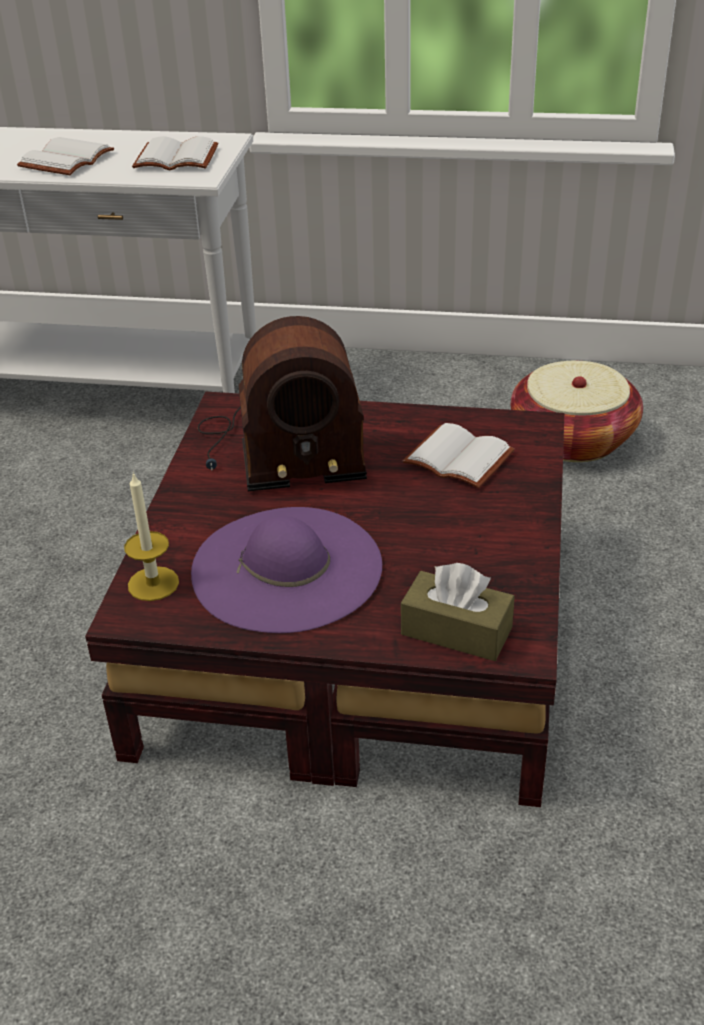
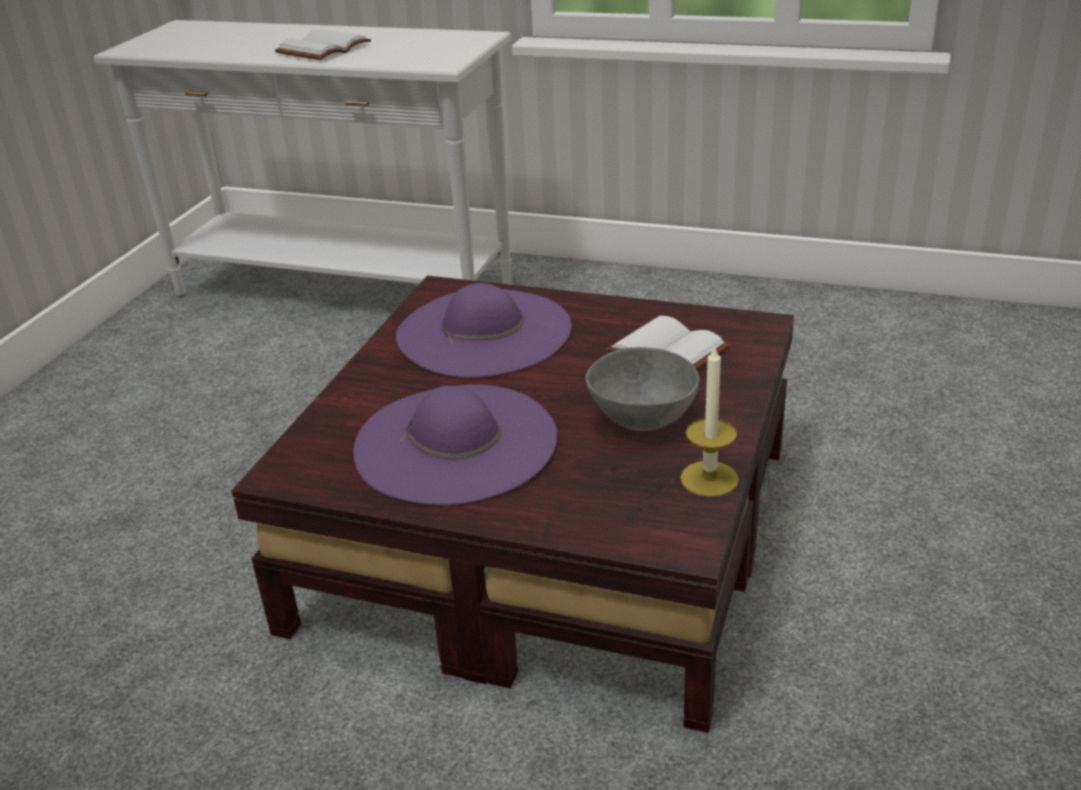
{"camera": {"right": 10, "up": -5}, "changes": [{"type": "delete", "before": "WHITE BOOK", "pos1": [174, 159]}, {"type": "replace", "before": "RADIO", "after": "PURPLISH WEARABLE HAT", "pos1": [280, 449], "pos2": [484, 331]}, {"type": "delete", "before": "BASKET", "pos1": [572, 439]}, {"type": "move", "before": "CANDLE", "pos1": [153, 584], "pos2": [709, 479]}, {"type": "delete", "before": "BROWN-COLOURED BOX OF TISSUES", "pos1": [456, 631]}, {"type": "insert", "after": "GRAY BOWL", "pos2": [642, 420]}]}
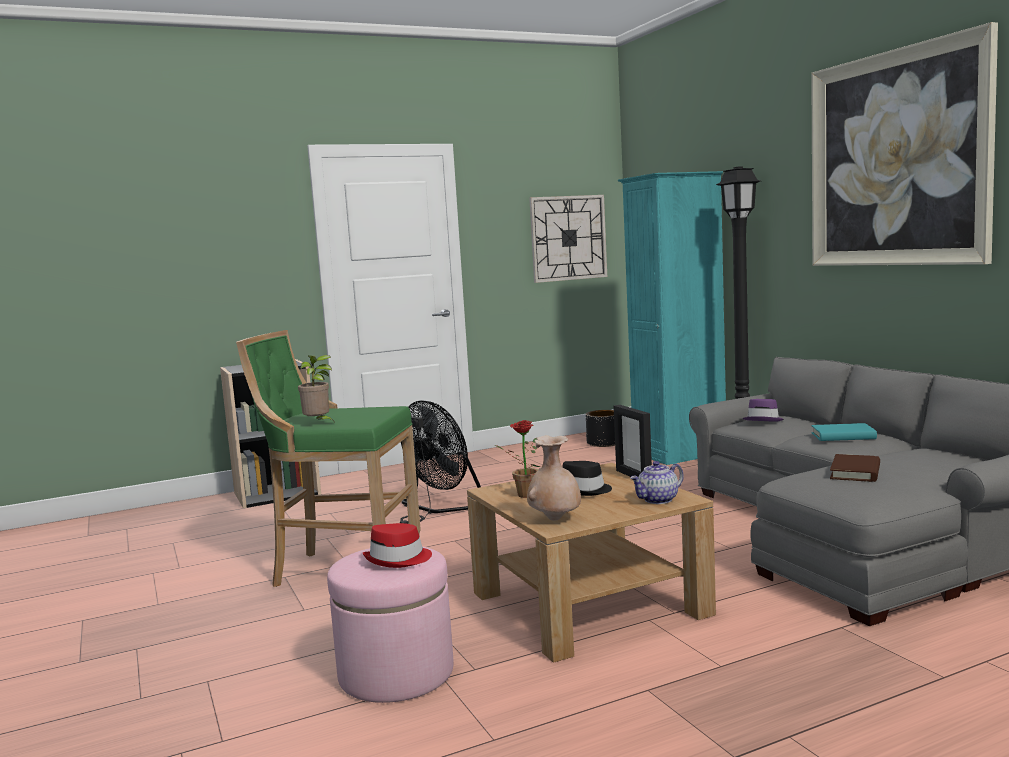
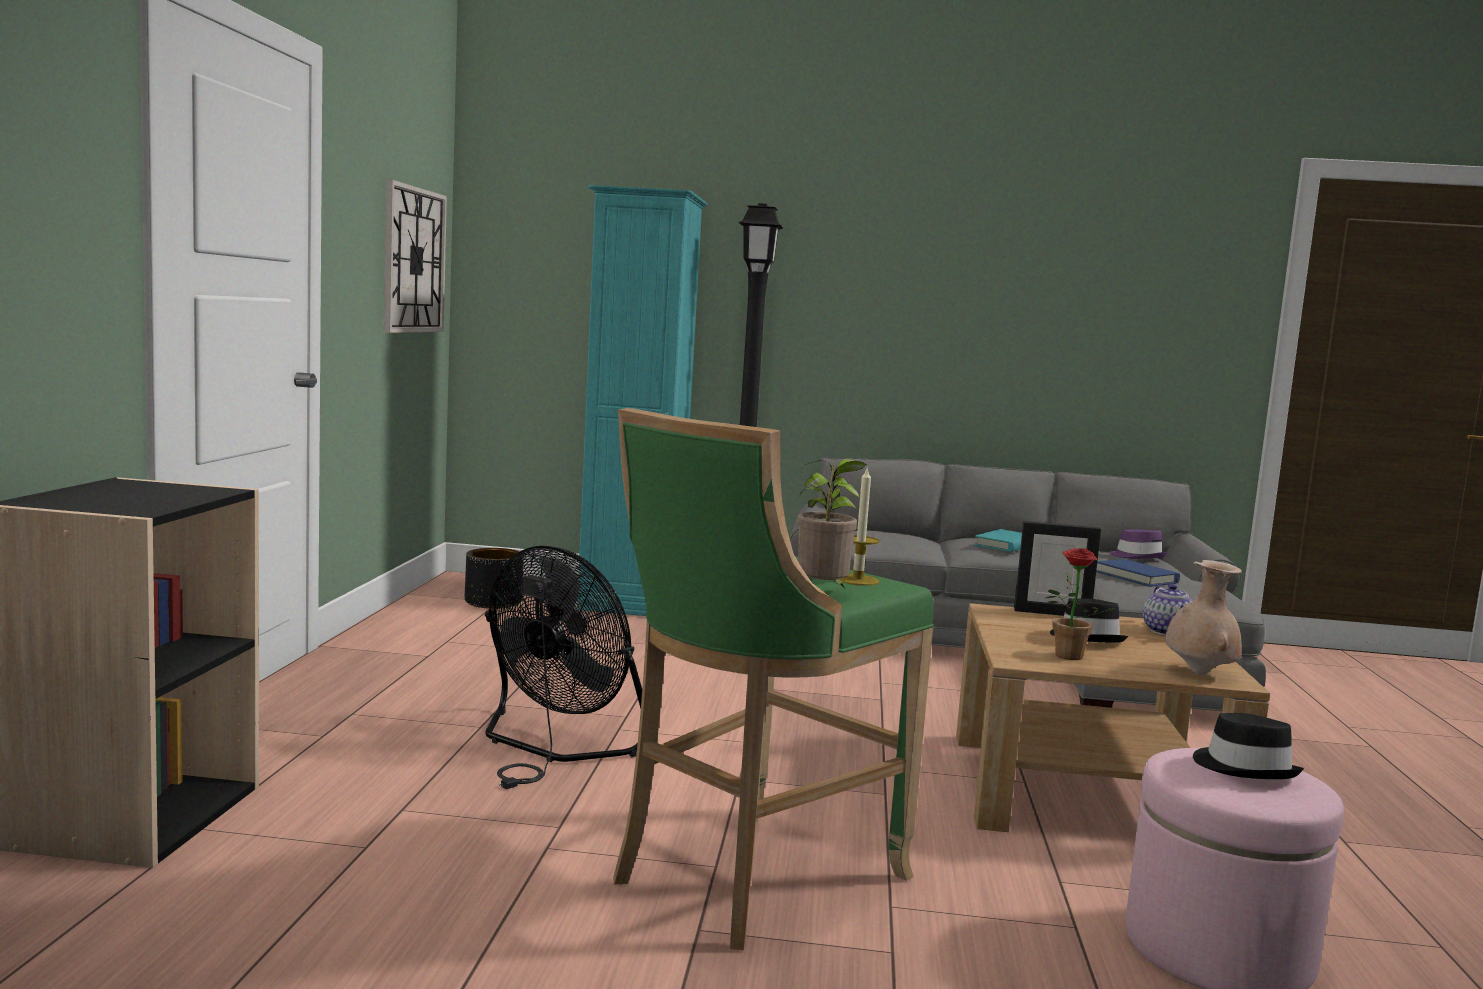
{"camera": {"right": -60, "up": 0}, "changes": [{"type": "delete", "before": "WALL PICTURE", "pos1": [896, 159]}, {"type": "move", "before": "PURPLISH WEARABLE HAT", "pos1": [763, 420], "pos2": [1137, 557]}, {"type": "rotate", "before": "BLACKISH COOLING FAN", "pos1": [431, 506], "pos2": [546, 745], "turn": 45}, {"type": "recolor", "before": "BROWN-COLOURED BOOK", "after": "BLUE-COLOURED BOOK", "pos1": [855, 472], "pos2": [1136, 577]}, {"type": "recolor", "before": "REDDISH WEARABLE HAT", "after": "BLACKISH WEARABLE HAT", "pos1": [399, 559], "pos2": [1245, 768]}, {"type": "insert", "after": "CANDLE", "pos2": [857, 580]}]}
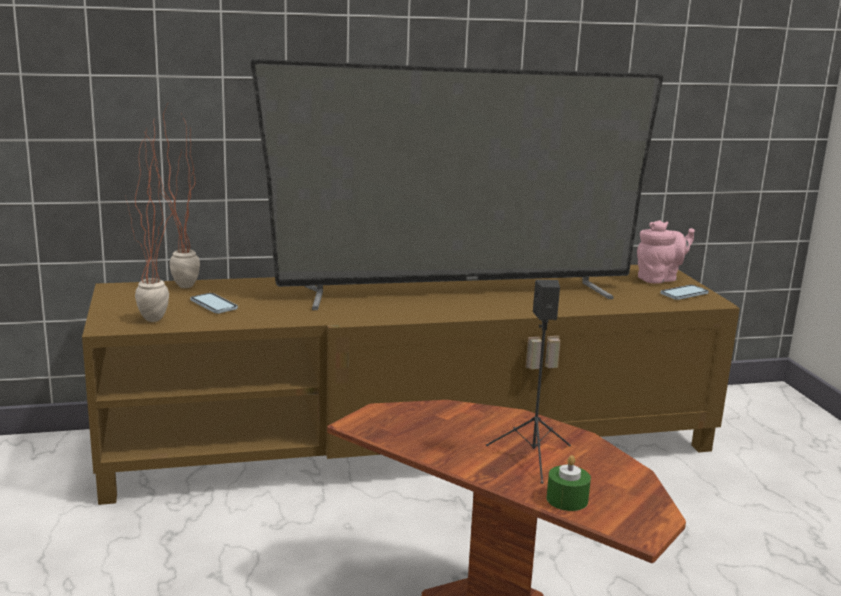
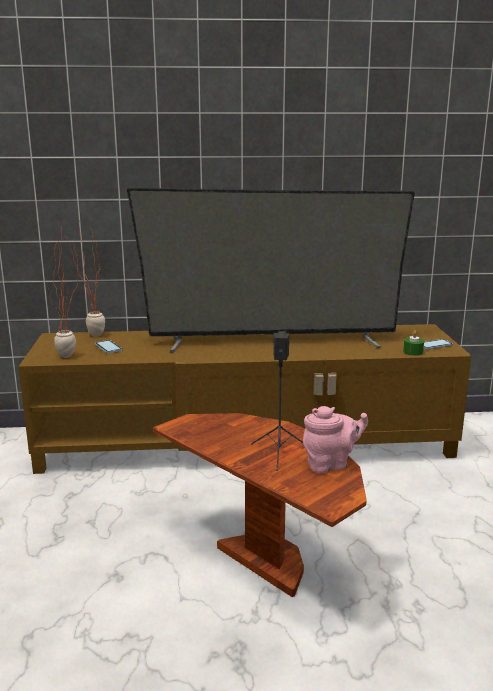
{"camera": {"right": 10, "up": 0}, "changes": [{"type": "move", "before": "PINKISH TEA POT", "pos1": [659, 279], "pos2": [330, 464]}, {"type": "move", "before": "GREENISH CANDLE", "pos1": [567, 499], "pos2": [413, 352]}]}
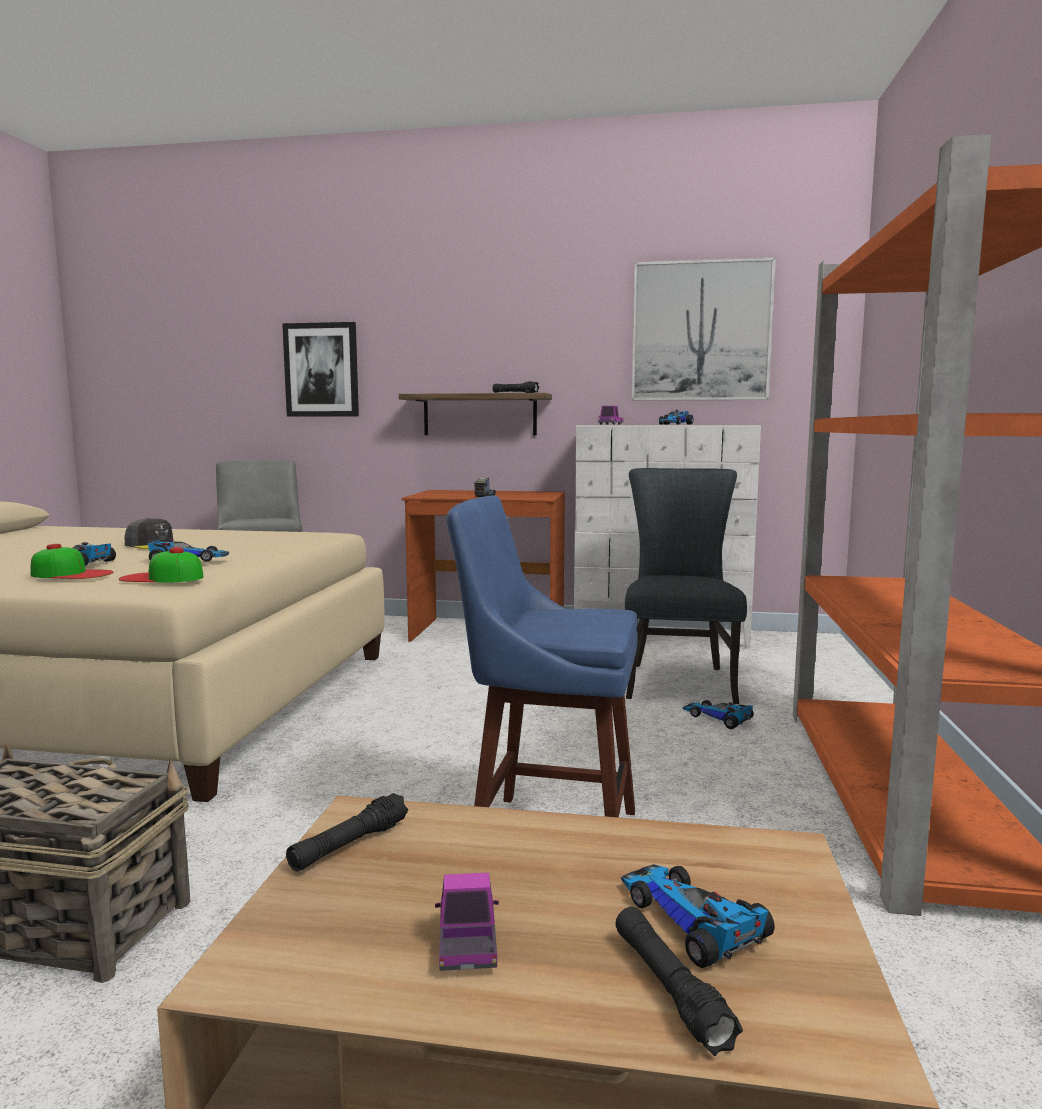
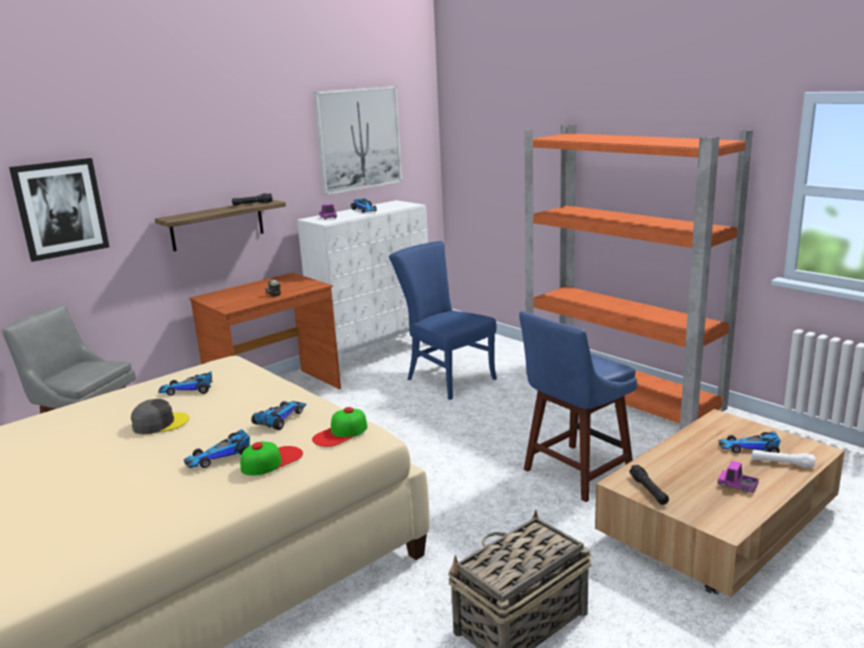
{"camera": {"right": -50, "up": 10}, "changes": [{"type": "recolor", "before": "GRAY PLAIN CHAIR", "after": "BLUE-COLOURED PLAIN CHAIR", "pos1": [678, 680], "pos2": [446, 378]}, {"type": "move", "before": "TOY CAR", "pos1": [718, 718], "pos2": [188, 390]}, {"type": "recolor", "before": "BLACKISH FLASHLIGHT", "after": "WHITE FLASHLIGHT", "pos1": [670, 990], "pos2": [782, 463]}]}
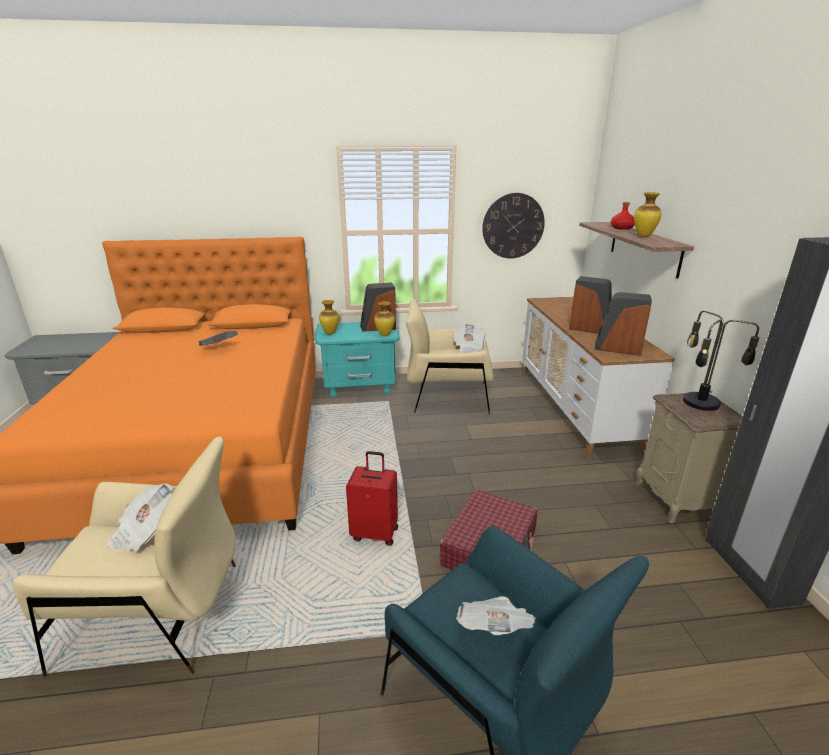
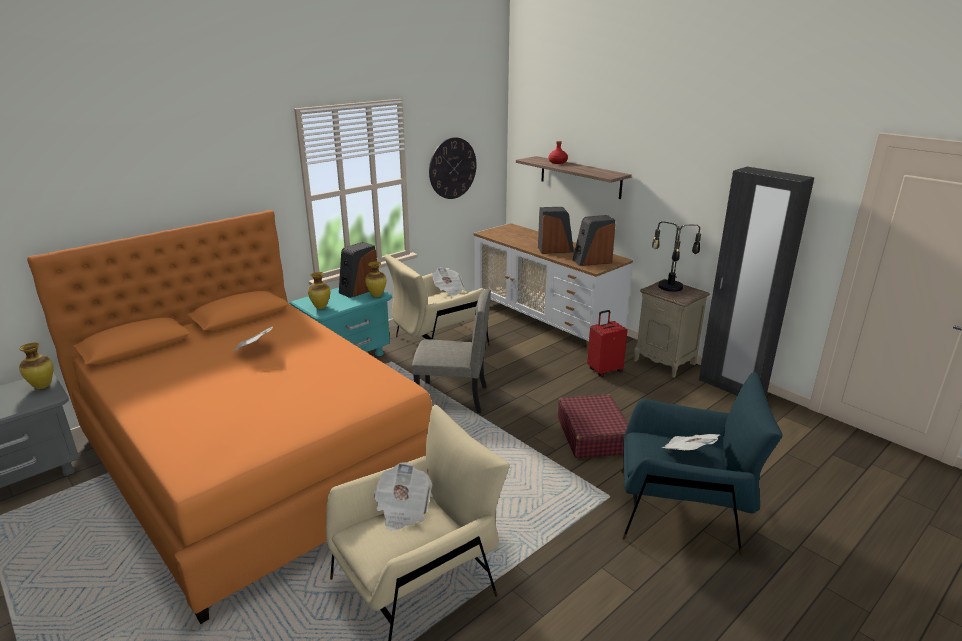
{"camera": {"right": -35, "up": 0}, "changes": [{"type": "move", "before": "DECORATIVE VASE", "pos1": [644, 236], "pos2": [43, 386]}, {"type": "move", "before": "REDDISH SUITCASE", "pos1": [375, 533], "pos2": [604, 370]}, {"type": "insert", "after": "SAND-COLOURED PLAIN CHAIR", "pos2": [452, 397]}]}
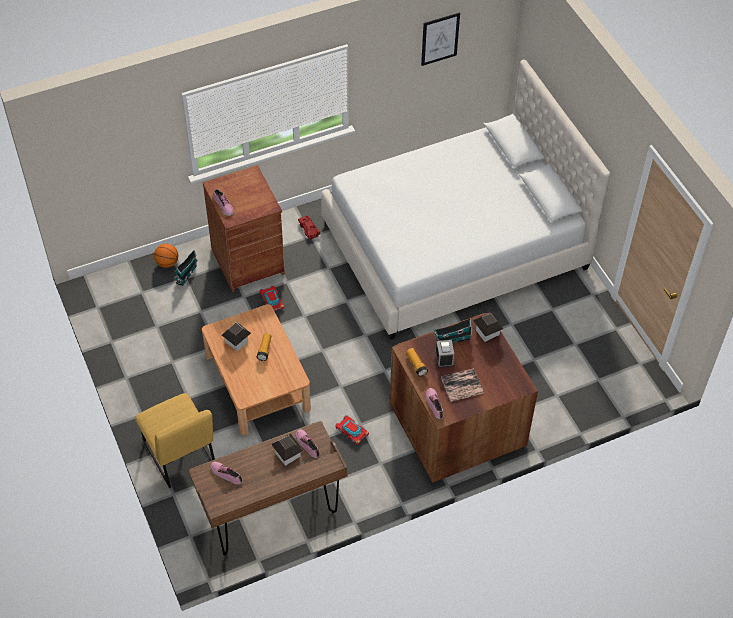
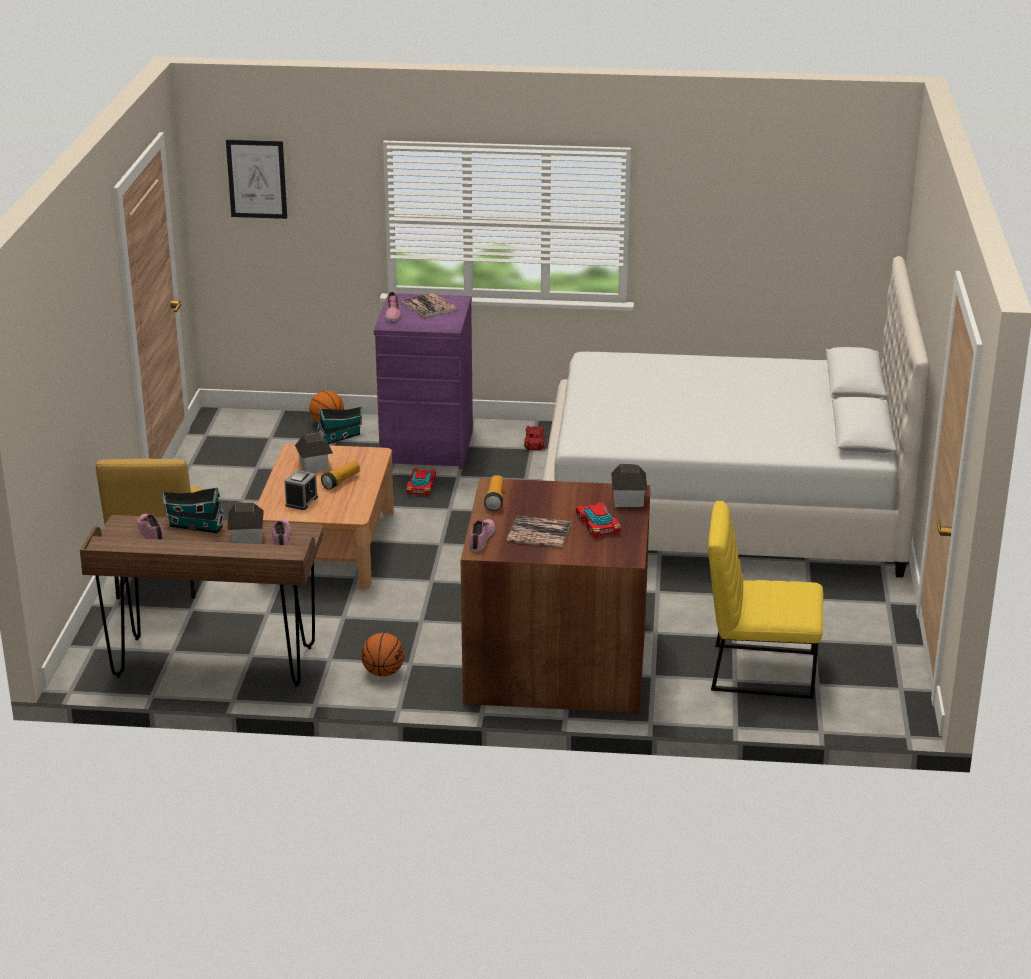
{"camera": {"right": 30, "up": -25}, "changes": [{"type": "move", "before": "WALL PICTURE", "pos1": [440, 39], "pos2": [257, 179]}, {"type": "recolor", "before": "BROWN-COLOURED DRESSER", "after": "PURPLISH DRESSER", "pos1": [248, 262], "pos2": [428, 448]}, {"type": "move", "before": "MODEL HOUSE", "pos1": [452, 339], "pos2": [194, 526]}, {"type": "move", "before": "BEDSIDE CLOCK", "pos1": [444, 358], "pos2": [301, 501]}, {"type": "move", "before": "TOY CAR", "pos1": [352, 431], "pos2": [598, 524]}, {"type": "insert", "after": "BOOK", "pos2": [429, 306]}, {"type": "insert", "after": "YELLOWISH PLAIN CHAIR", "pos2": [759, 670]}, {"type": "insert", "after": "BASKETBALL BALL", "pos2": [383, 672]}]}
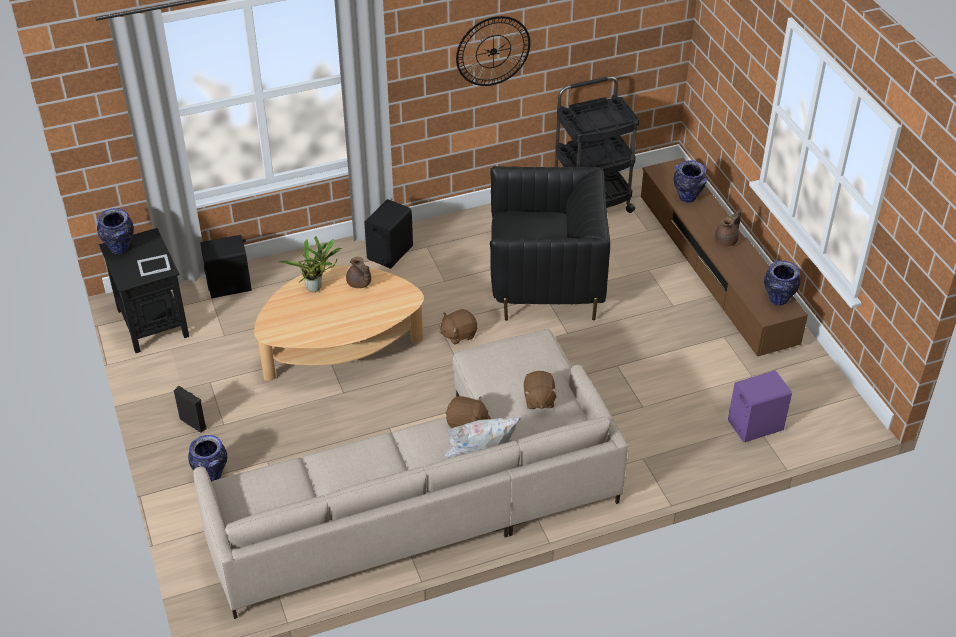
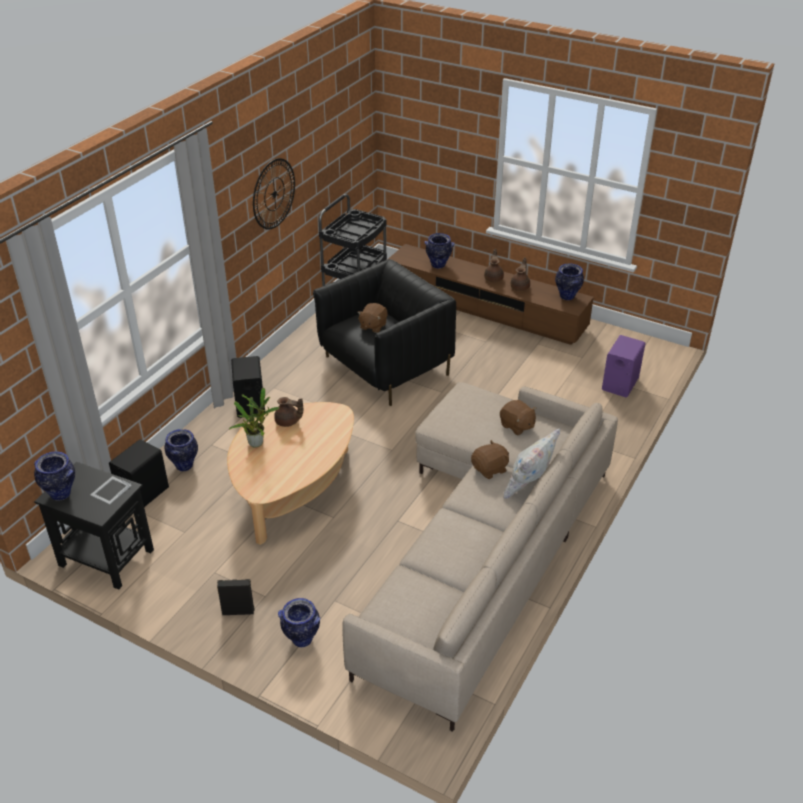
{"camera": {"right": -40, "up": -5}, "changes": [{"type": "move", "before": "BROWN-COLOURED CUDDLY TOY", "pos1": [458, 334], "pos2": [373, 326]}, {"type": "insert", "after": "BROWN-COLOURED TEA POT", "pos2": [520, 287]}, {"type": "insert", "after": "DECORATIVE VASE", "pos2": [184, 465]}]}
